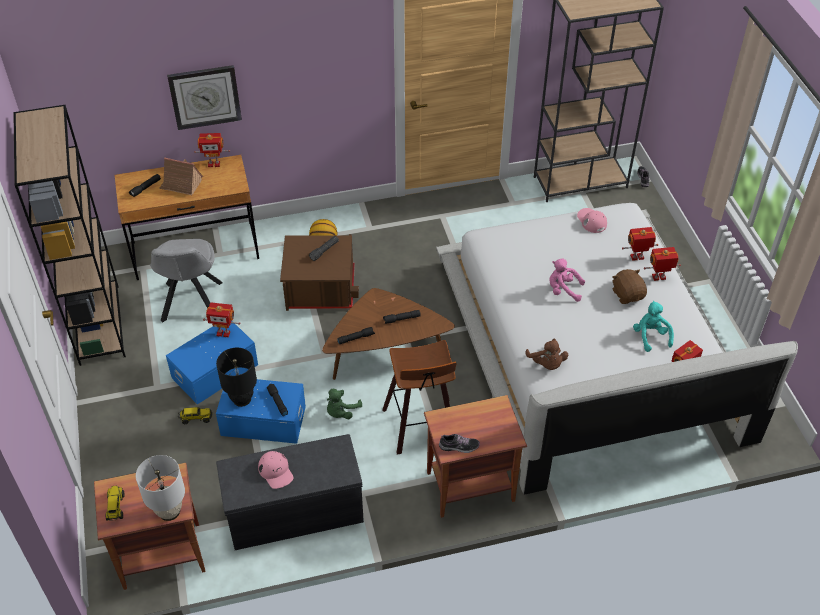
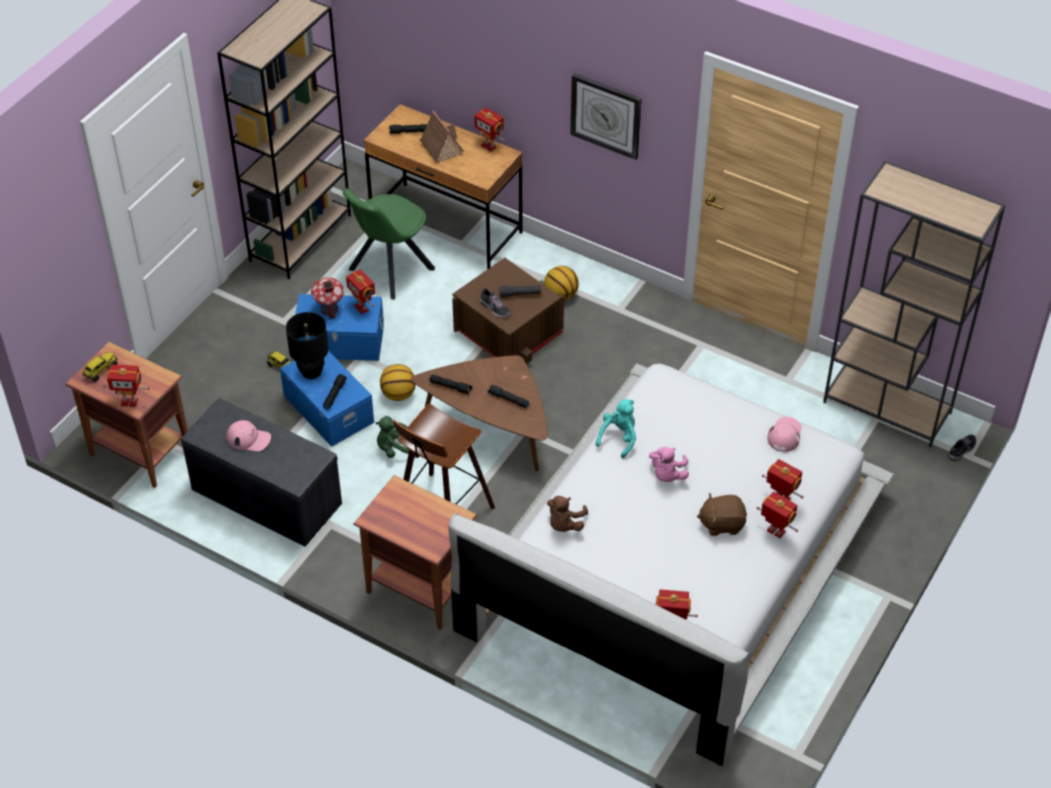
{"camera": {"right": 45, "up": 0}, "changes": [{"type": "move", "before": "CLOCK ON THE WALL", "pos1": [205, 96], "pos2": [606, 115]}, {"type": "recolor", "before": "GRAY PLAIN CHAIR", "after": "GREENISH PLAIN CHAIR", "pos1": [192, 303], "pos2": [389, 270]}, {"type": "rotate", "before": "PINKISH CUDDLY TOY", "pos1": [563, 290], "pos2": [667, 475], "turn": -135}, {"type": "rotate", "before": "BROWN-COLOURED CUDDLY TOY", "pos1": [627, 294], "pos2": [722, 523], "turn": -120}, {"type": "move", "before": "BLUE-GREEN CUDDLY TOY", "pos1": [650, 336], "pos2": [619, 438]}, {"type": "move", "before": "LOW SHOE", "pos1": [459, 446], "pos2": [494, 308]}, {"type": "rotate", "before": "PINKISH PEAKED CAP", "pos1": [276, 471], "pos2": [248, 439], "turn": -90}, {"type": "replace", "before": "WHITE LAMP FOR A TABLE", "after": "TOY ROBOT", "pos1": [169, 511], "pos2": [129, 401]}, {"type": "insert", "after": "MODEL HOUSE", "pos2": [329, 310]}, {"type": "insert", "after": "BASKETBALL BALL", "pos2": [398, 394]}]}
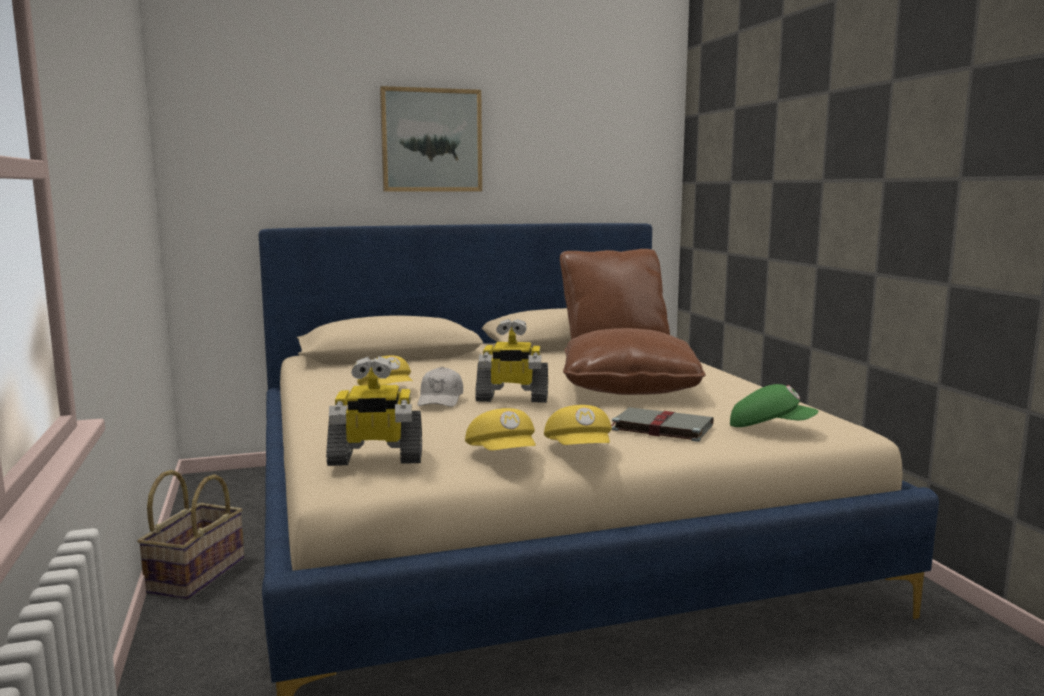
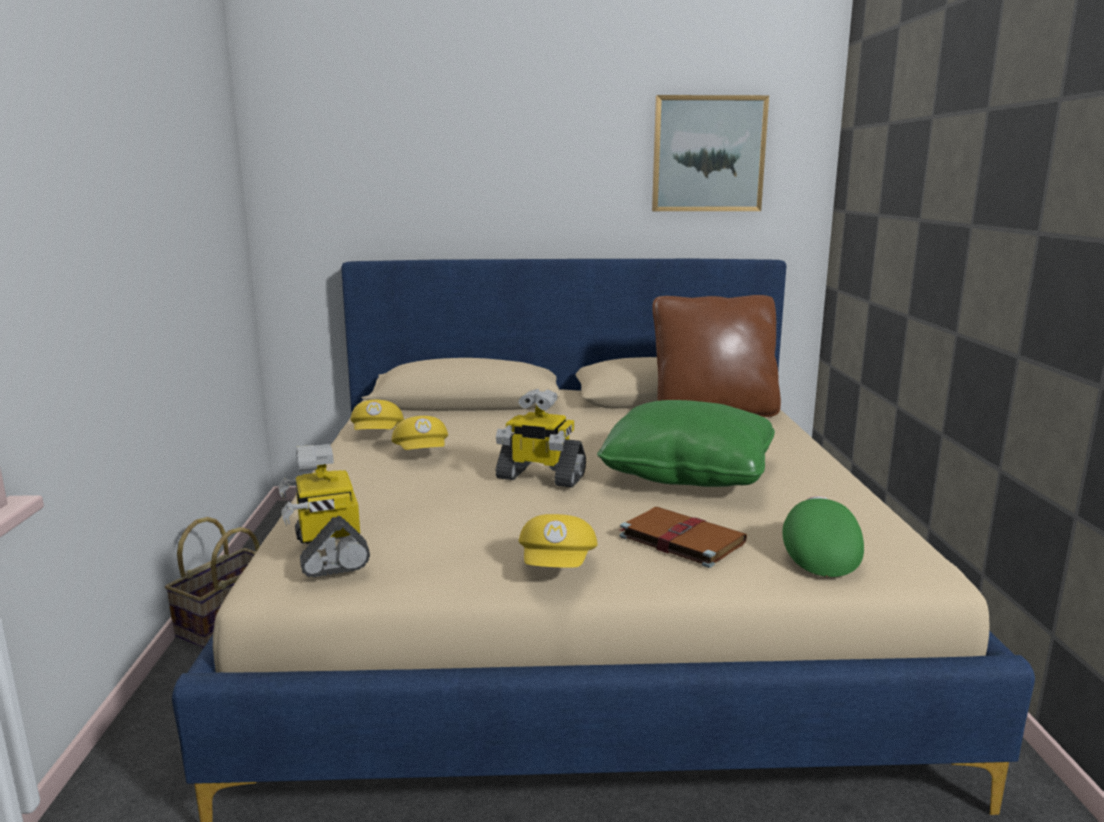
{"camera": {"right": 15, "up": 5}, "changes": [{"type": "move", "before": "WALL PICTURE", "pos1": [431, 140], "pos2": [708, 154]}, {"type": "recolor", "before": "BROWN-COLOURED CUSHION", "after": "GREENISH CUSHION", "pos1": [629, 388], "pos2": [687, 473]}, {"type": "rotate", "before": "TOY ROBOT", "pos1": [375, 458], "pos2": [329, 552], "turn": 60}, {"type": "delete", "before": "WHITE PEAKED CAP", "pos1": [440, 399]}, {"type": "rotate", "before": "GREENISH PEAKED CAP", "pos1": [770, 428], "pos2": [817, 555], "turn": -120}, {"type": "recolor", "before": "GRAY BOOK", "after": "BROWN-COLOURED BOOK", "pos1": [660, 427], "pos2": [679, 539]}, {"type": "move", "before": "YELLOWISH PEAKED CAP", "pos1": [503, 456], "pos2": [378, 435]}]}
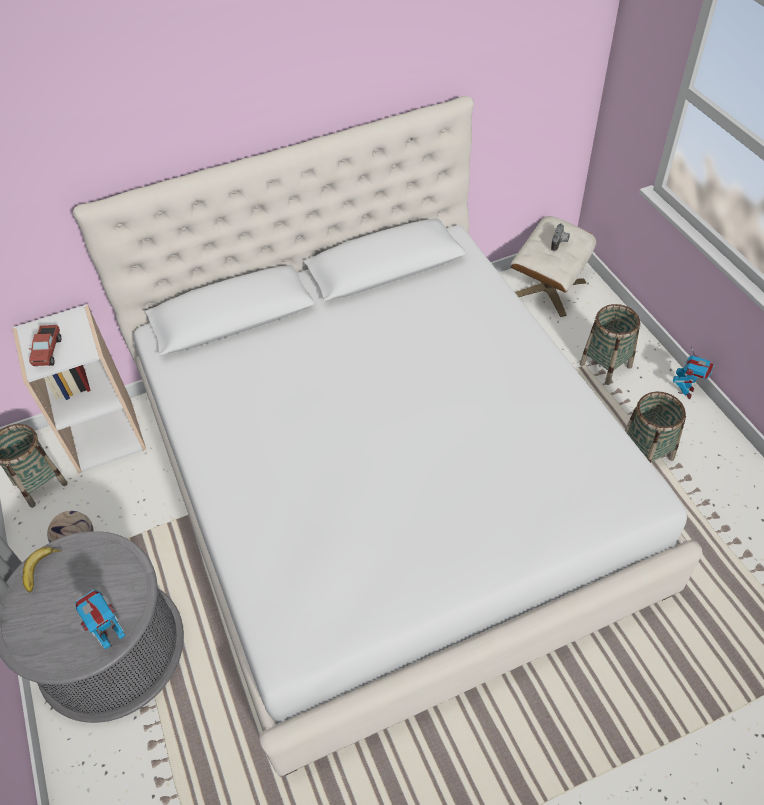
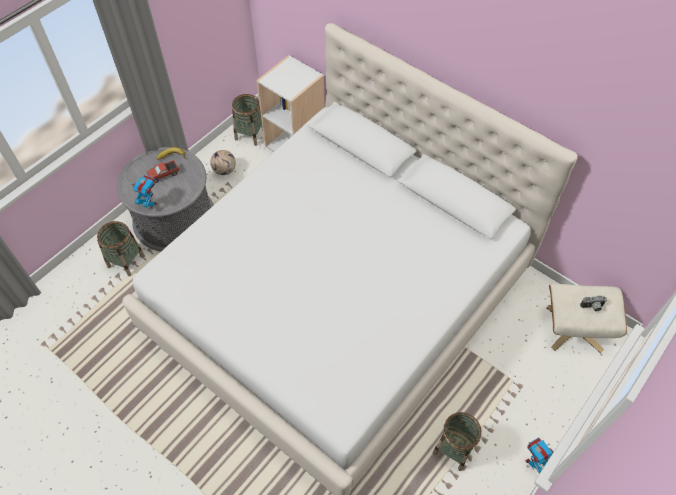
{"camera": {"right": 60, "up": 5}, "changes": [{"type": "move", "before": "BASKET", "pos1": [606, 365], "pos2": [126, 261]}, {"type": "move", "before": "TOY LORRY", "pos1": [48, 351], "pos2": [164, 175]}, {"type": "rotate", "before": "TOY ROBOT", "pos1": [686, 391], "pos2": [533, 462], "turn": 150}]}
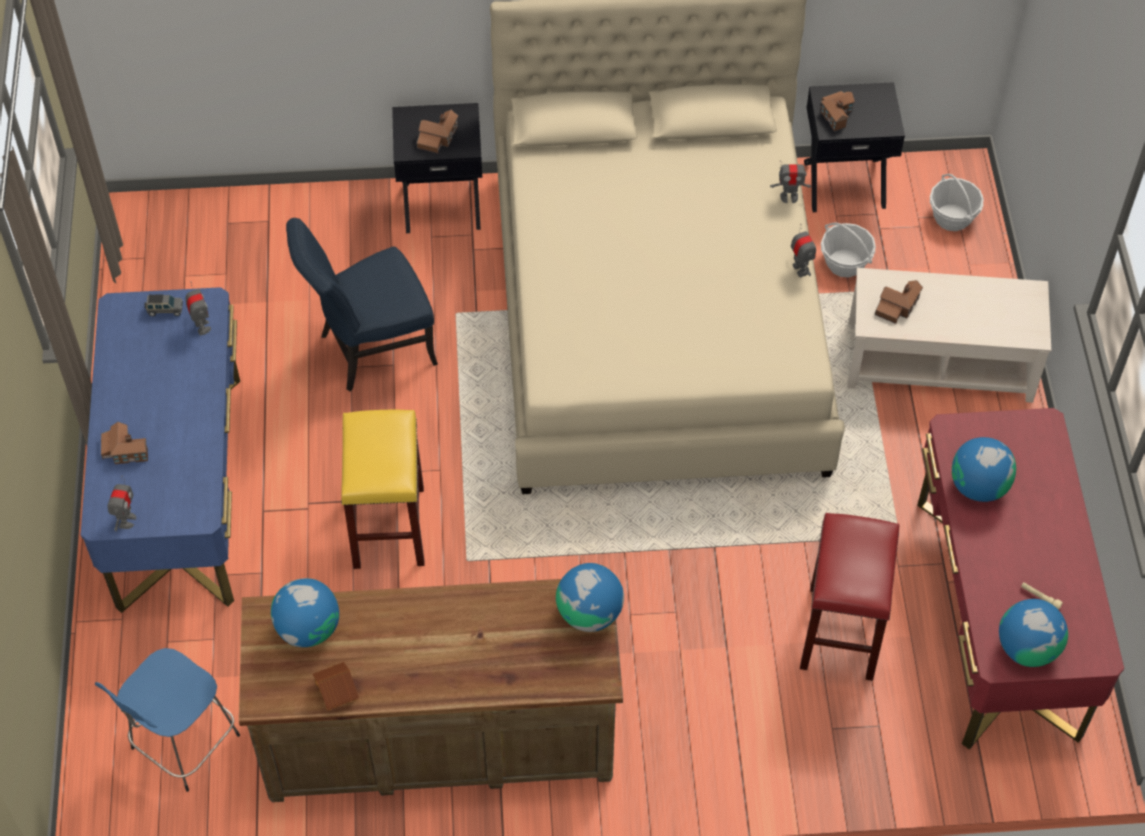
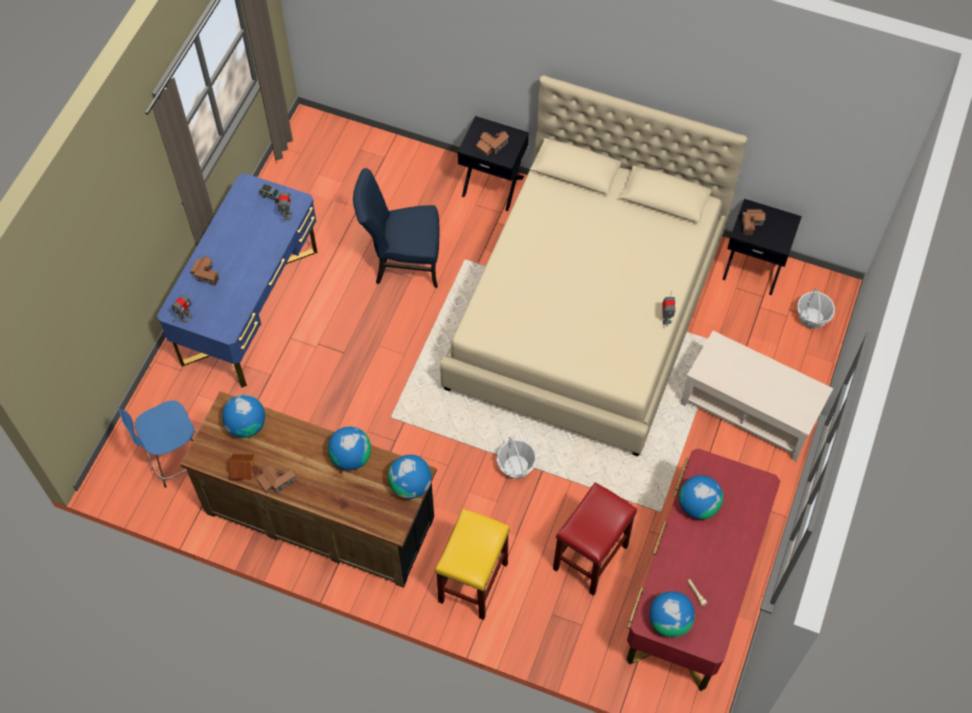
{"camera": {"right": 25, "up": 5}, "changes": [{"type": "delete", "before": "TOY ROBOT", "pos1": [789, 197]}, {"type": "move", "before": "BASKET", "pos1": [845, 263], "pos2": [516, 466]}, {"type": "move", "before": "MODEL HOUSE", "pos1": [897, 306], "pos2": [276, 481]}, {"type": "move", "before": "YELLOWISH STOOL SEAT", "pos1": [388, 526], "pos2": [473, 581]}, {"type": "insert", "after": "DESK GLOBE", "pos2": [351, 457]}]}
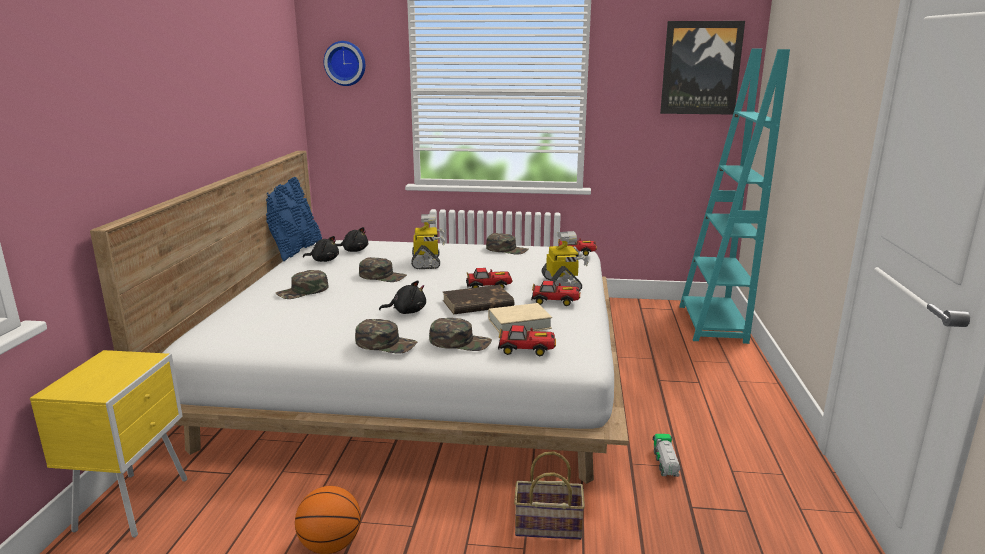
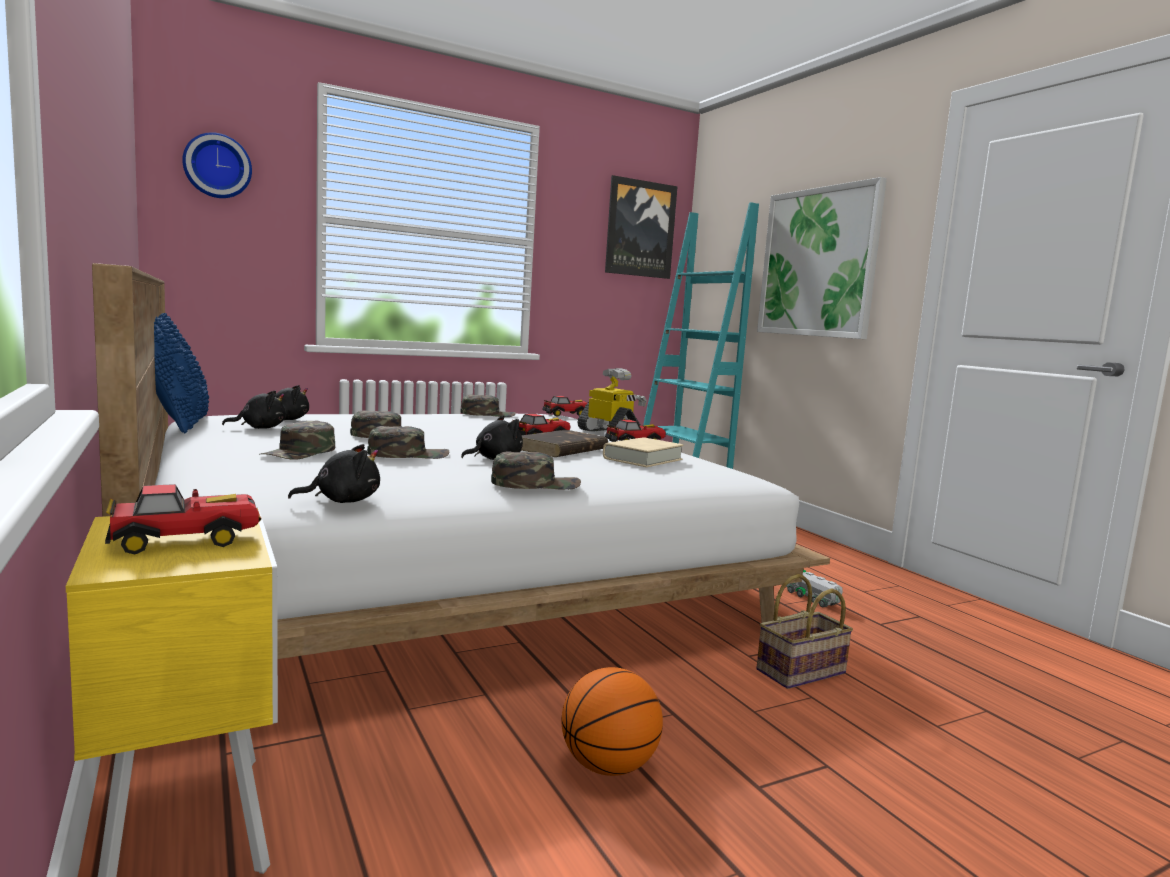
{"camera": {"right": -35, "up": -10}, "changes": [{"type": "delete", "before": "TOY ROBOT", "pos1": [427, 262]}, {"type": "move", "before": "GREENISH PEAKED CAP", "pos1": [460, 342], "pos2": [408, 454]}, {"type": "move", "before": "TOY CAR", "pos1": [527, 349], "pos2": [187, 540]}, {"type": "insert", "after": "WALL PICTURE", "pos2": [818, 263]}, {"type": "insert", "after": "BLACKISH CUDDLY TOY", "pos2": [342, 501]}]}
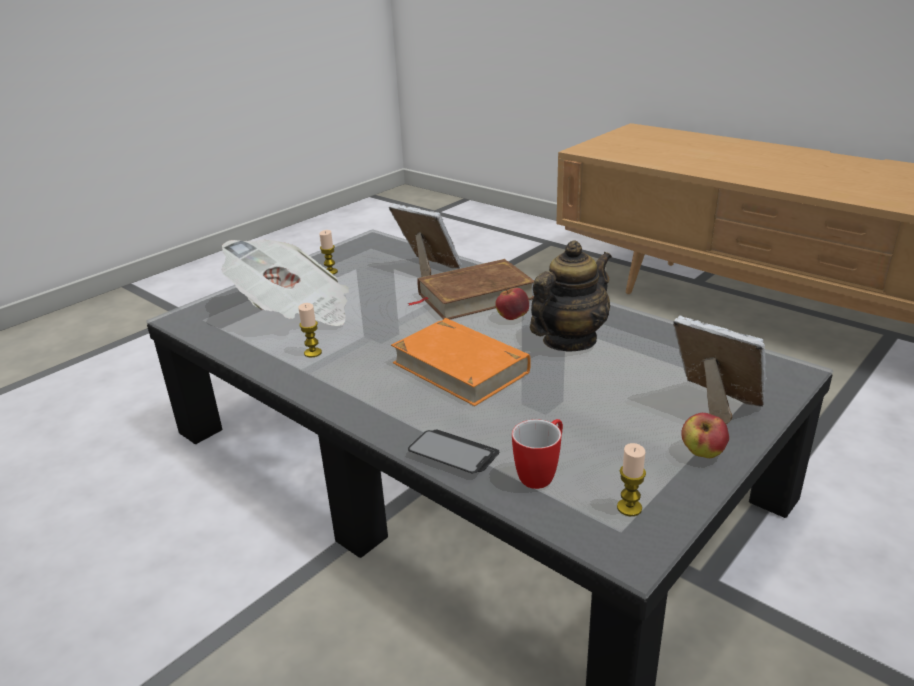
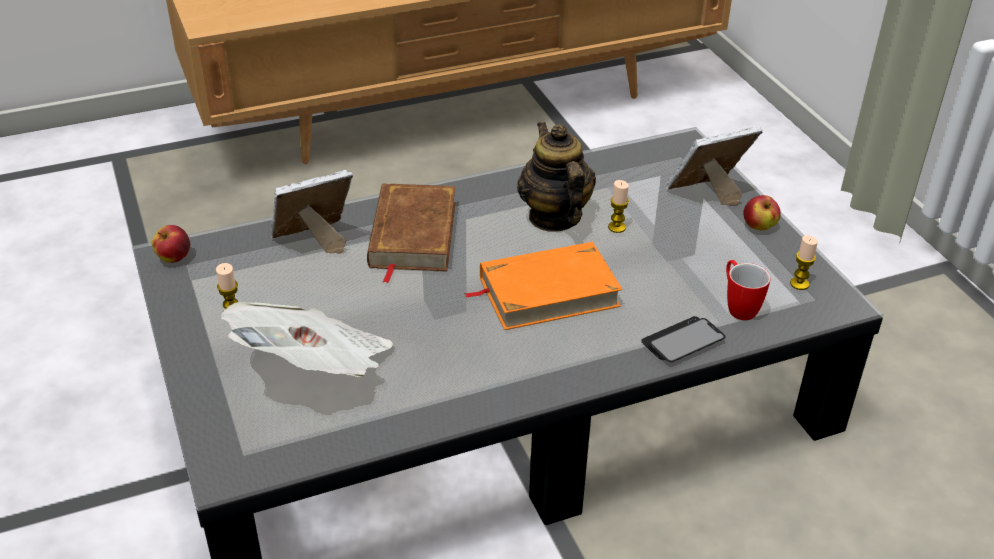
{"camera": {"right": -65, "up": 10}, "changes": [{"type": "move", "before": "APPLE", "pos1": [512, 318], "pos2": [174, 258]}, {"type": "move", "before": "CANDLE", "pos1": [313, 353], "pos2": [617, 227]}]}
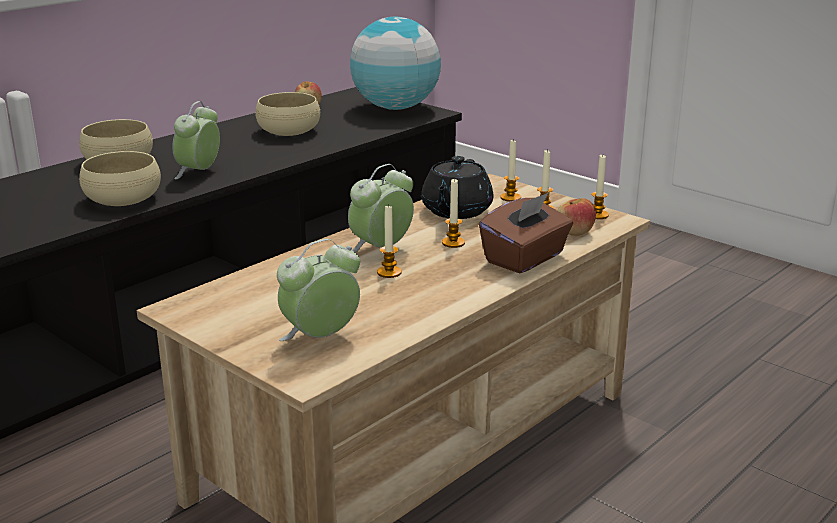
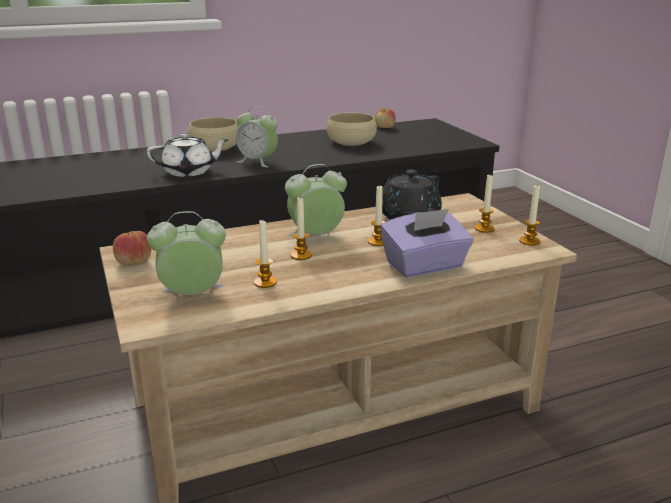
{"camera": {"right": 25, "up": 0}, "changes": [{"type": "delete", "before": "DESK GLOBE", "pos1": [395, 108]}, {"type": "rotate", "before": "BEDSIDE CLOCK", "pos1": [199, 172], "pos2": [257, 162], "turn": -105}, {"type": "move", "before": "CANDLE", "pos1": [510, 198], "pos2": [265, 282]}, {"type": "replace", "before": "SAND-COLOURED BOWL", "after": "WHITE TEA POT", "pos1": [123, 199], "pos2": [189, 172]}, {"type": "recolor", "before": "BROWN-COLOURED BOX OF TISSUES", "after": "PURPLISH BOX OF TISSUES", "pos1": [525, 258], "pos2": [425, 266]}, {"type": "move", "before": "APPLE", "pos1": [574, 232], "pos2": [133, 262]}]}
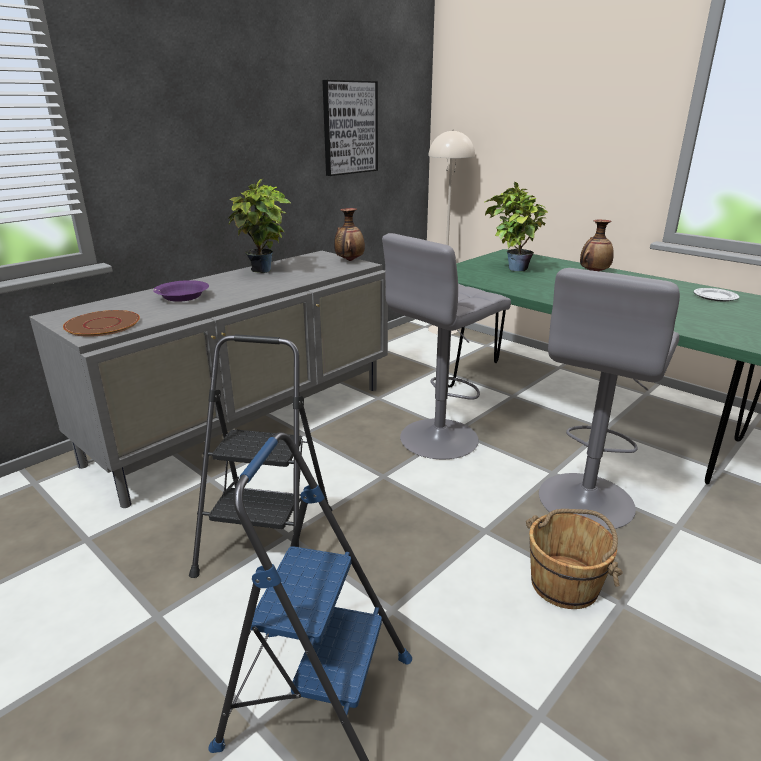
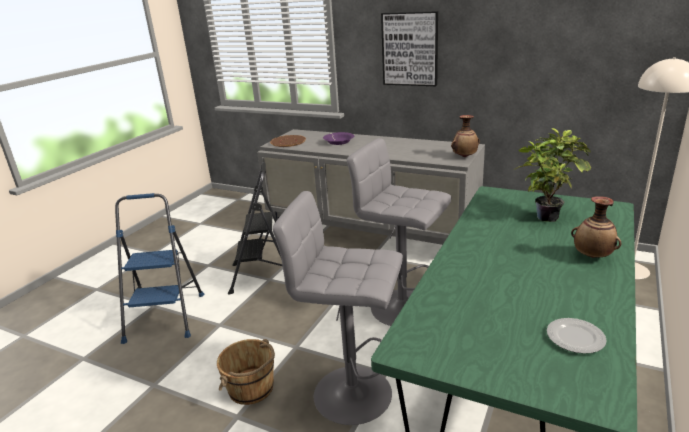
{"camera": {"right": 75, "up": 0}, "changes": [{"type": "move", "before": "WALL PICTURE", "pos1": [349, 128], "pos2": [410, 49]}, {"type": "delete", "before": "HOUSEPLANT", "pos1": [264, 272]}]}
